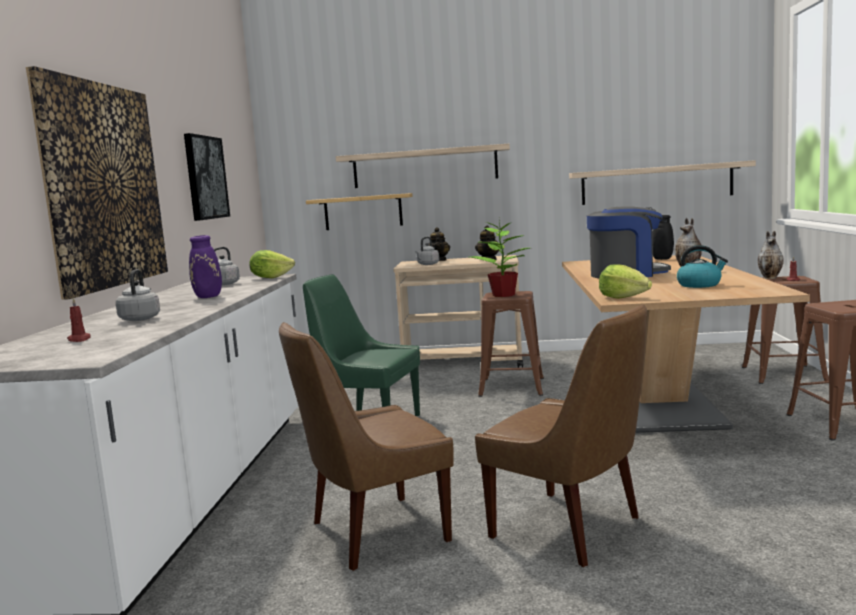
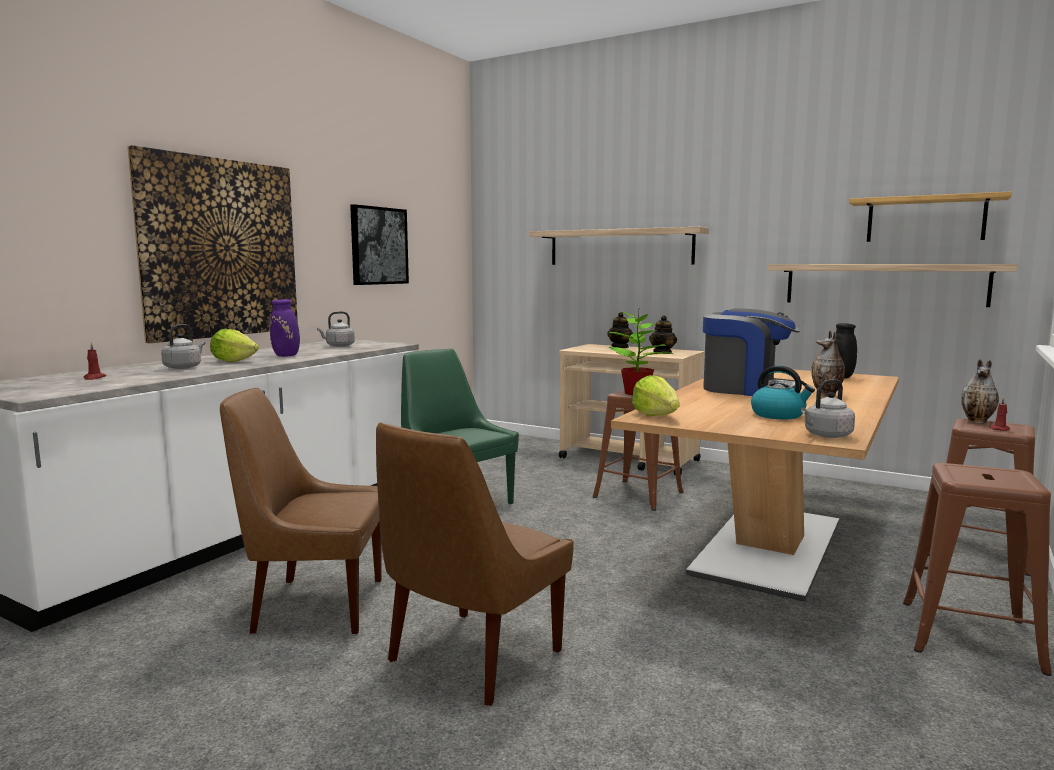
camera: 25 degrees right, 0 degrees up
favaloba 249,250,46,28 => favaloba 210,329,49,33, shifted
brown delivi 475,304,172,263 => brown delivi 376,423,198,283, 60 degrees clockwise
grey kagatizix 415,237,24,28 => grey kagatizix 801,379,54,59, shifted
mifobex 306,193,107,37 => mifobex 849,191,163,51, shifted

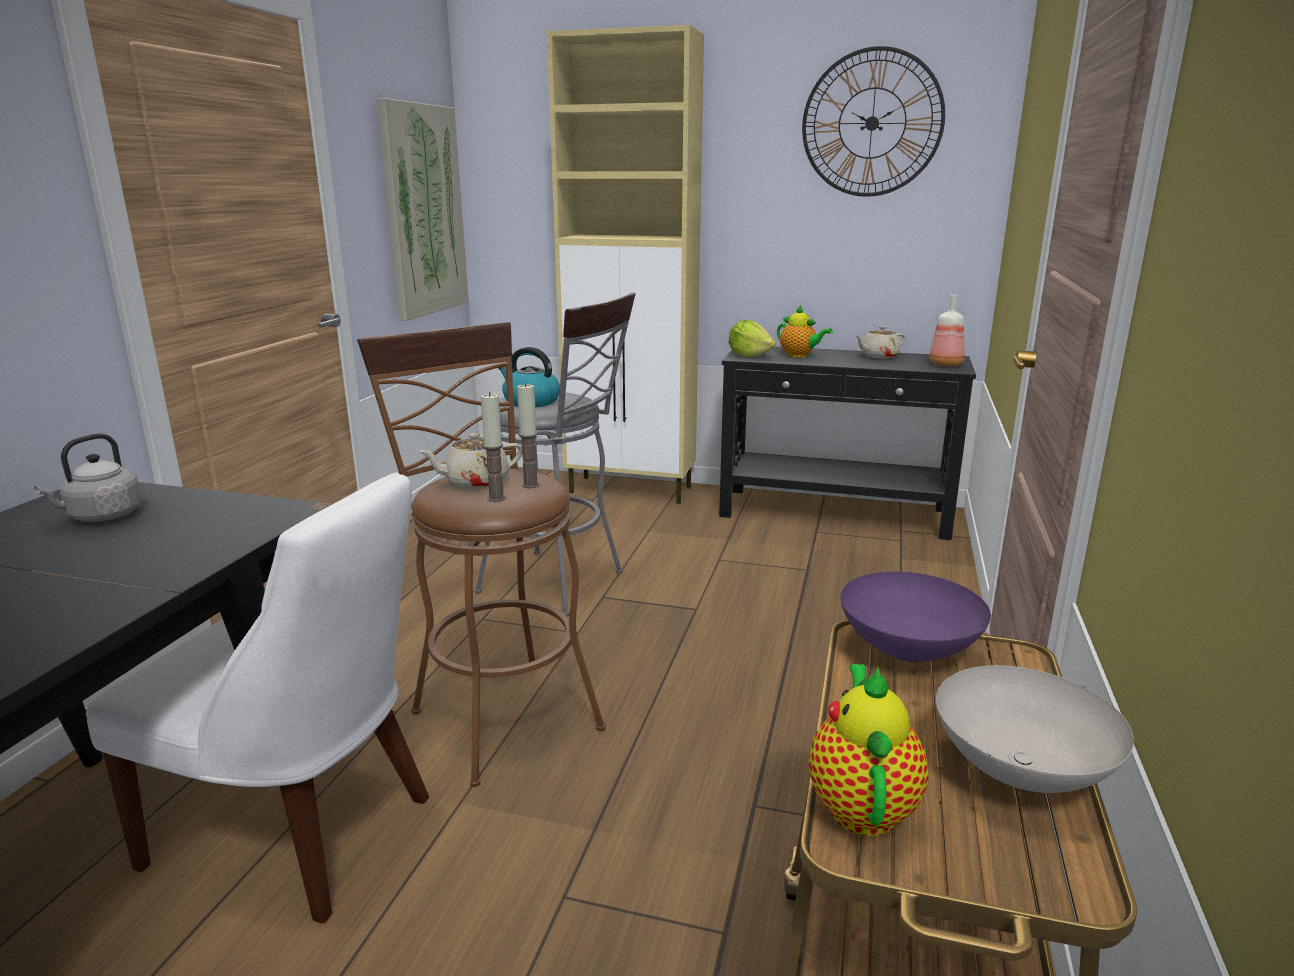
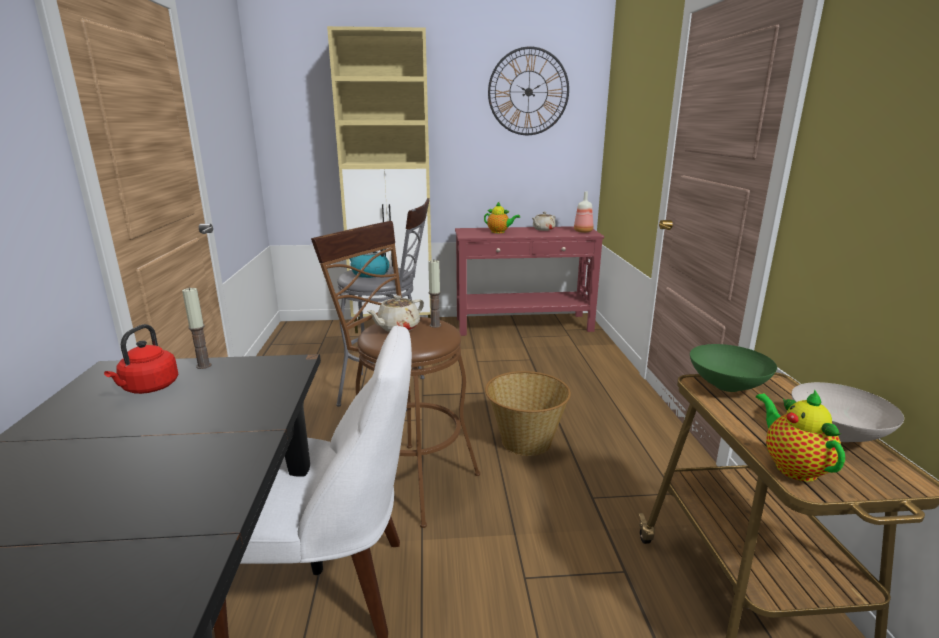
camera: 20 degrees left, 0 degrees up
grey kagatizix 34,434,108,88 => red kagatizix 104,324,74,70
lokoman 481,392,25,110 => lokoman 182,287,30,82, shifted
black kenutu 719,347,257,193 => red kenutu 455,226,149,110
nothing => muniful 485,371,86,85
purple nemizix 840,571,151,91 => green nemizix 690,344,87,48
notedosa 377,98,92,223 => nothing
favaloba 728,320,48,37 => nothing

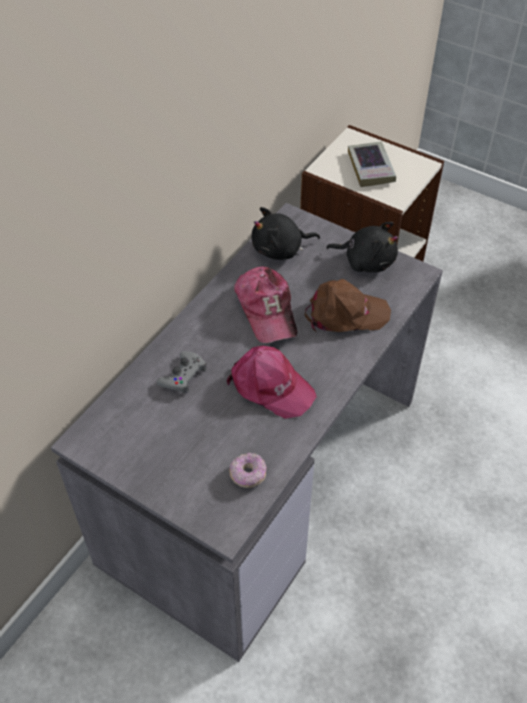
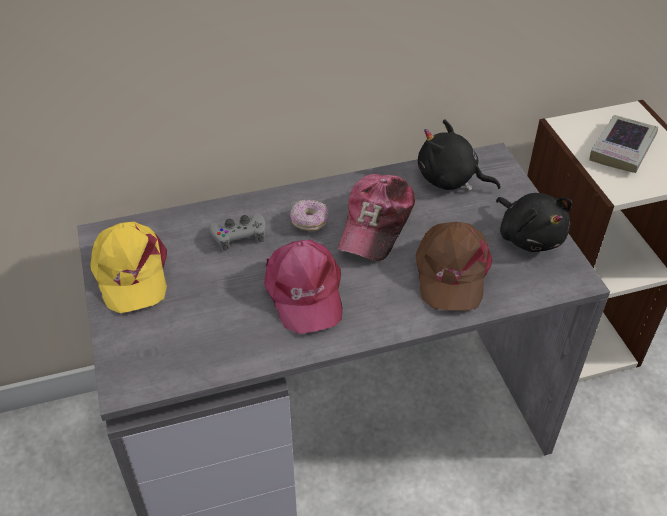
camera: 40 degrees right, 5 degrees down
nothing => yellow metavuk 90,222,77,91
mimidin 229,453,38,35 => mimidin 290,200,39,31, shifted
brown metavuk 305,279,86,53 => brown metavuk 416,222,76,89, 60 degrees clockwise

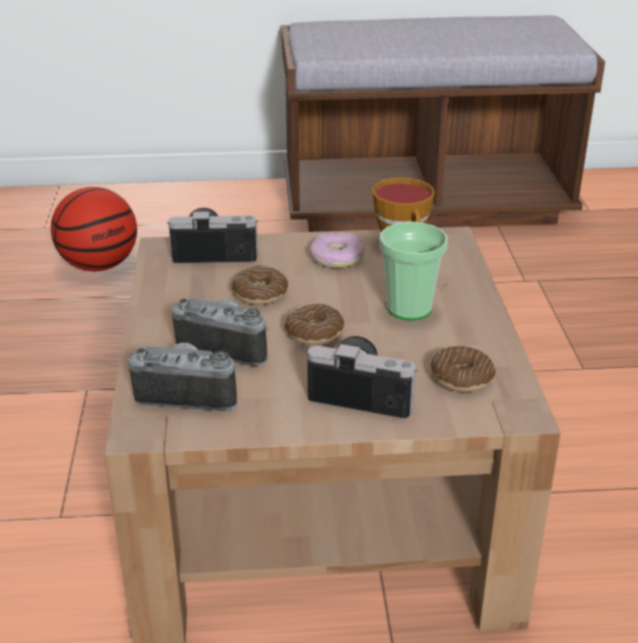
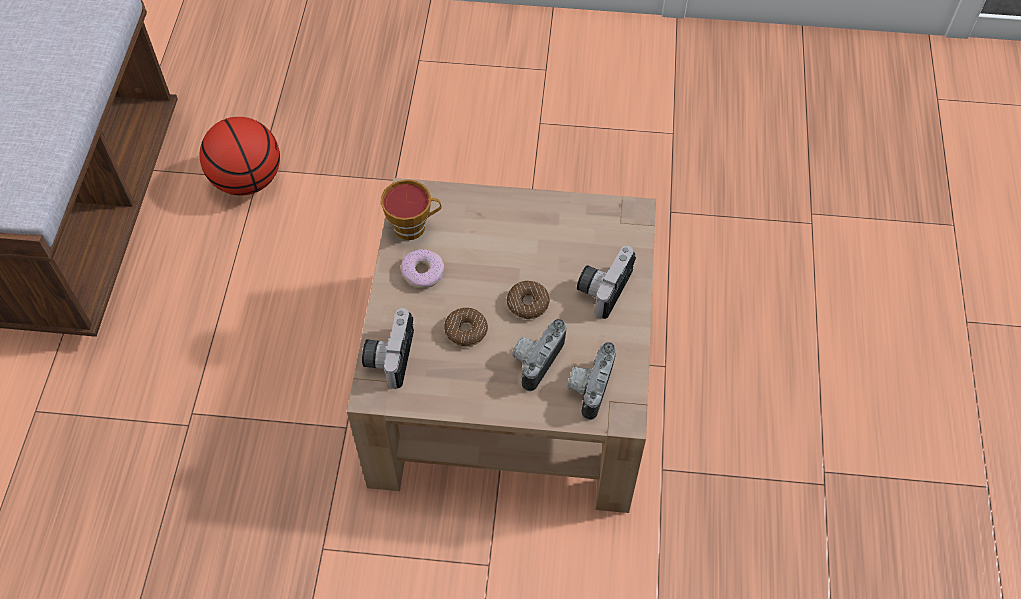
camera: 80 degrees left, 25 degrees up
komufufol 51,187,86,84 => komufufol 200,117,80,79, shifted
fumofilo 379,222,69,99 => nothing
mimidin 431,346,64,46 => nothing

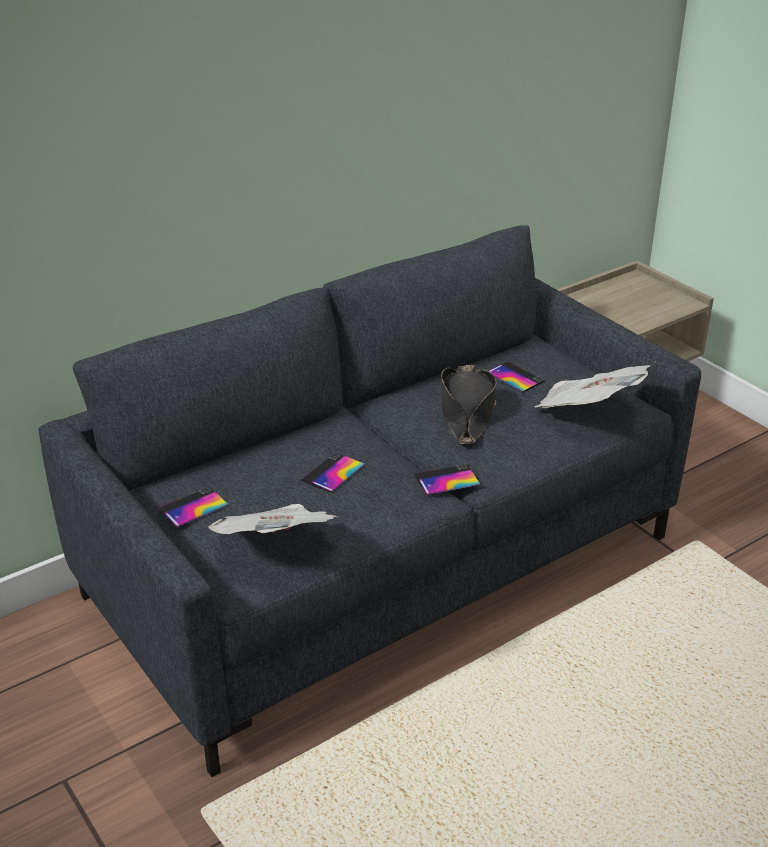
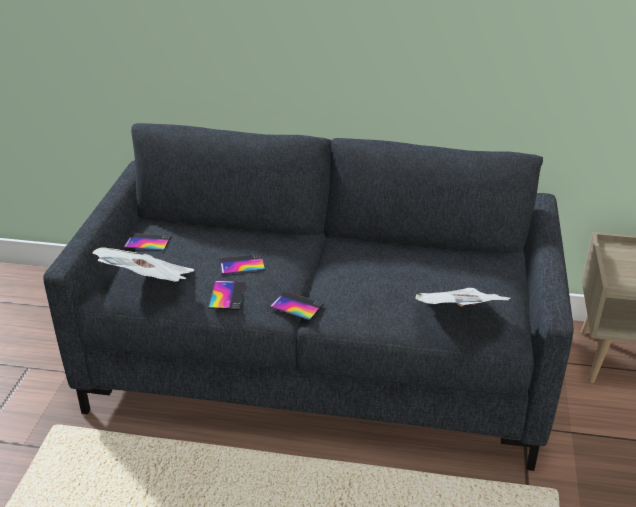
camera: 45 degrees right, 0 degrees up
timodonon 488,361,57,31 => timodonon 208,281,37,29, shifted
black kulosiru 441,365,56,79 => nothing

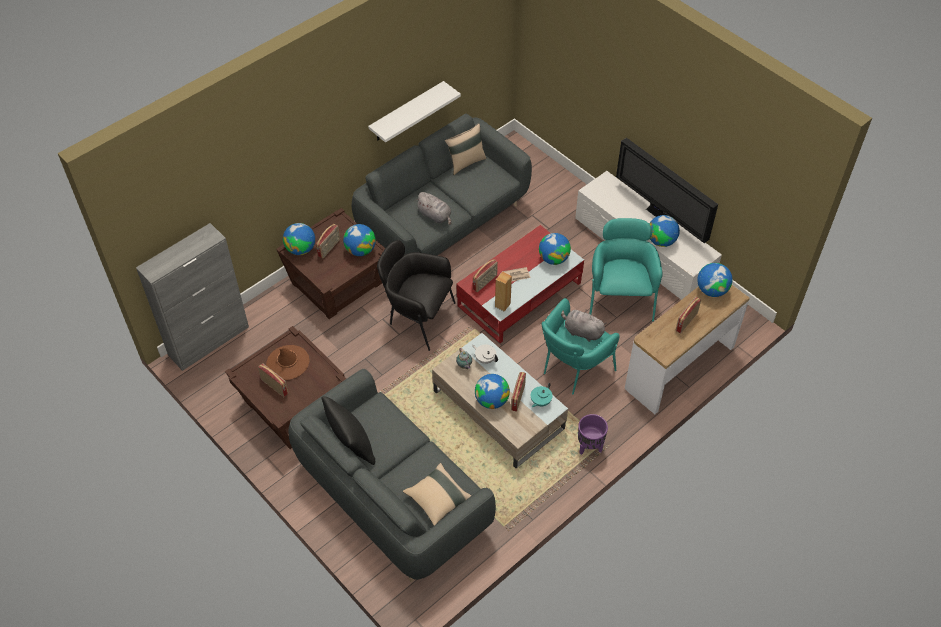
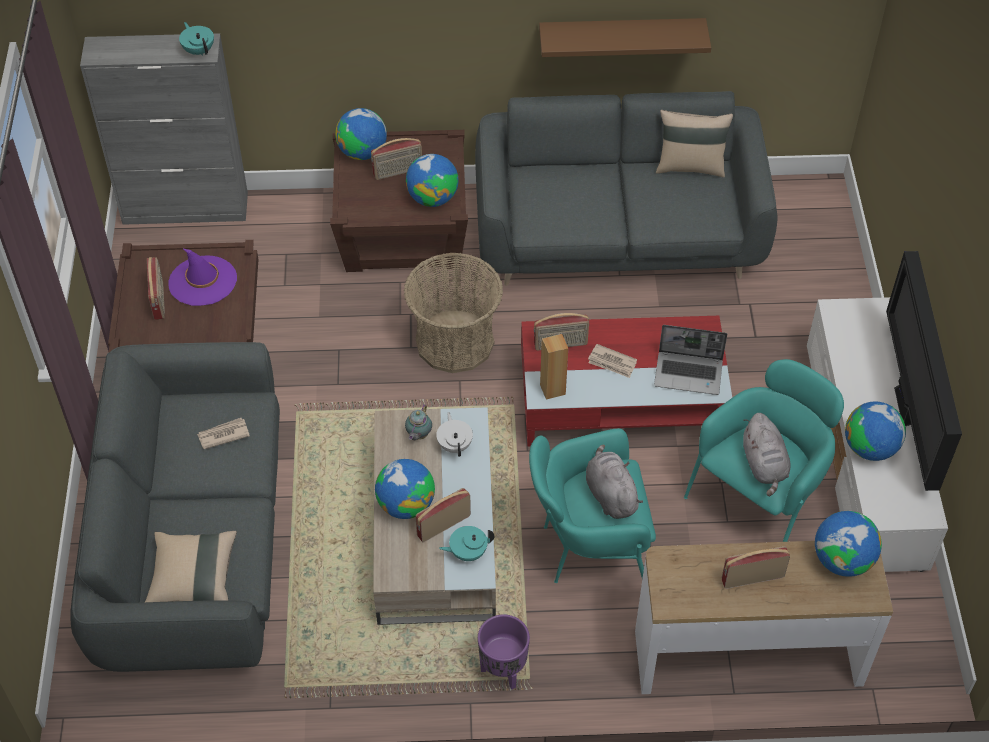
camera: 40 degrees right, 0 degrees up
brown kulosiru 266,345,44,35 => purple kulosiru 168,248,69,58
nothing => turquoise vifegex 179,22,35,34
nothing => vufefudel 197,418,53,31
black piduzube 377,240,79,111 => muniful 404,253,99,120
white mifobex 368,81,93,62 => brown mifobex 539,18,172,39
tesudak 539,233,32,32 => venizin 654,325,73,70
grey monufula 415,192,36,33 => grey monufula 743,413,48,83, shifted
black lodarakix 321,397,54,68 => nothing

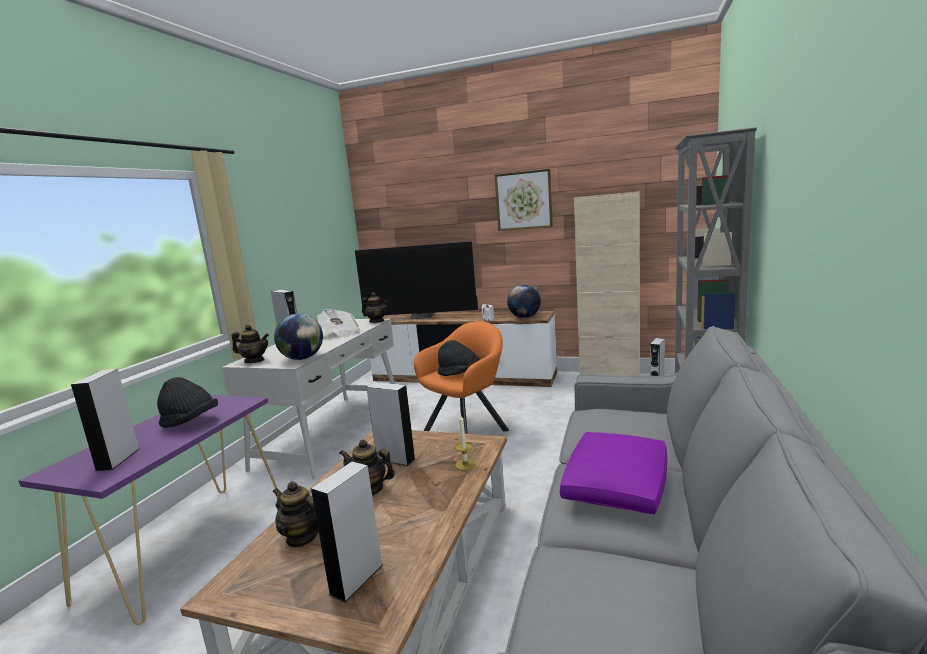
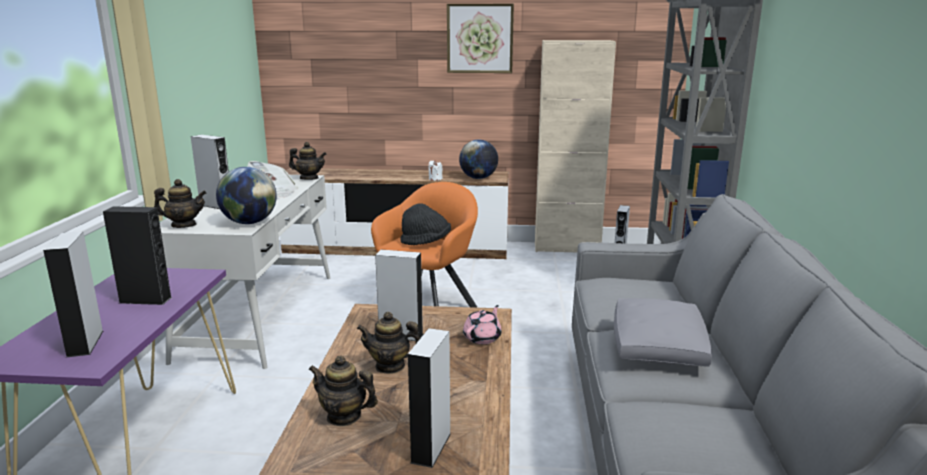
camera: 15 degrees left, 5 degrees up
black kulosiru 157,377,61,51 => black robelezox 103,206,69,99
lokoman 455,415,21,55 => pink vifegex 463,305,39,39
purple lodarakix 560,432,107,83 => grey lodarakix 614,298,98,69
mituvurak 355,241,123,78 => nothing

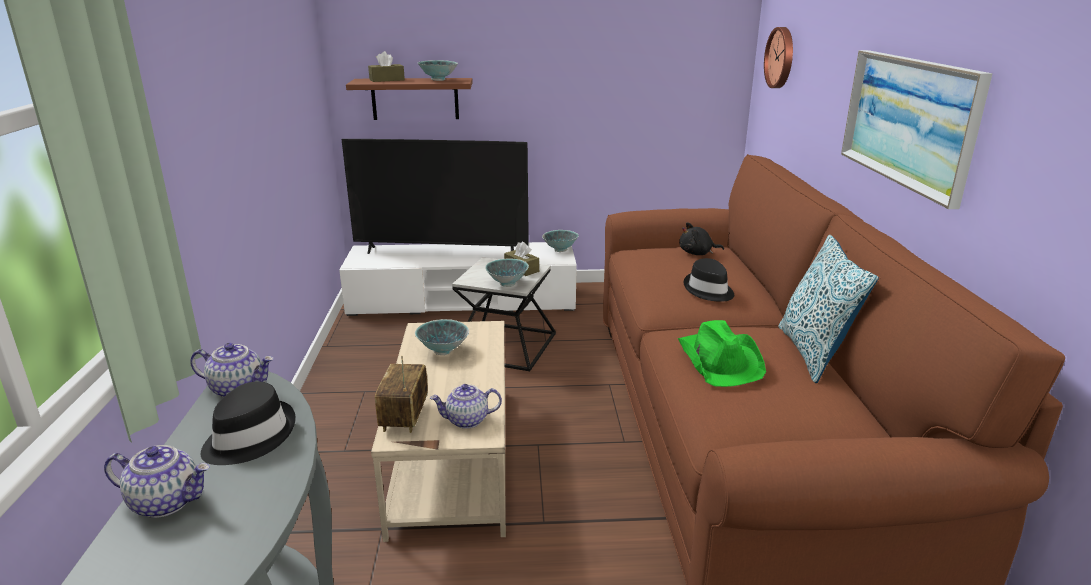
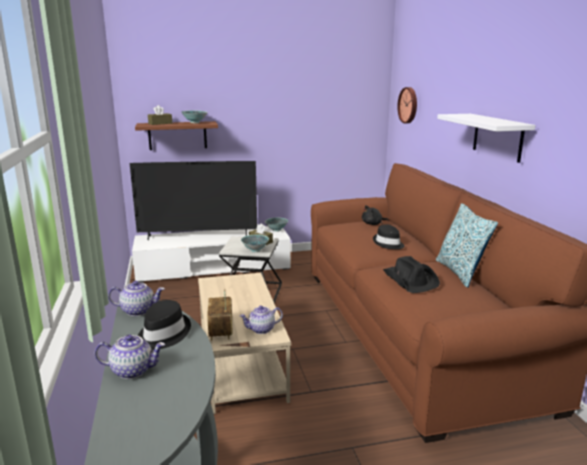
camera: 10 degrees left, 5 degrees down
green kulosiru 678,320,88,67 => black kulosiru 383,256,57,37
notedosa 841,50,151,159 => white mifobex 437,114,99,49
nemizix 415,319,54,36 => nothing

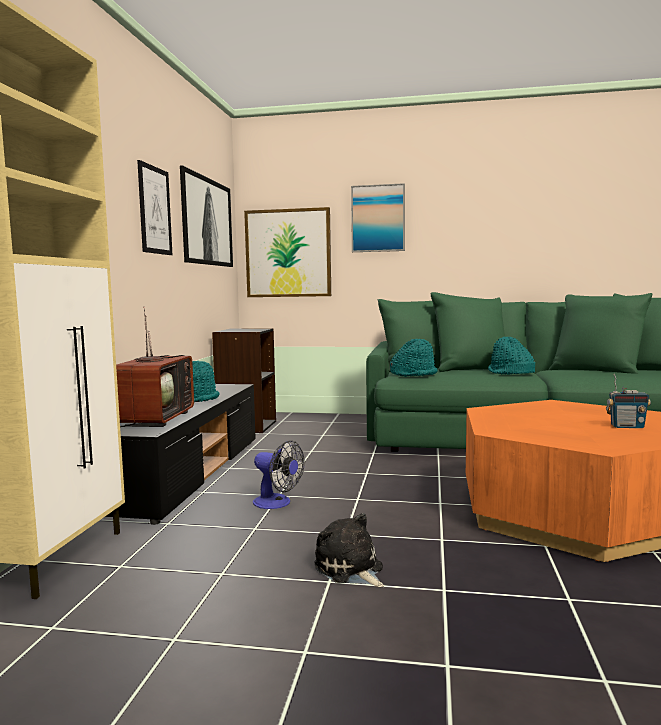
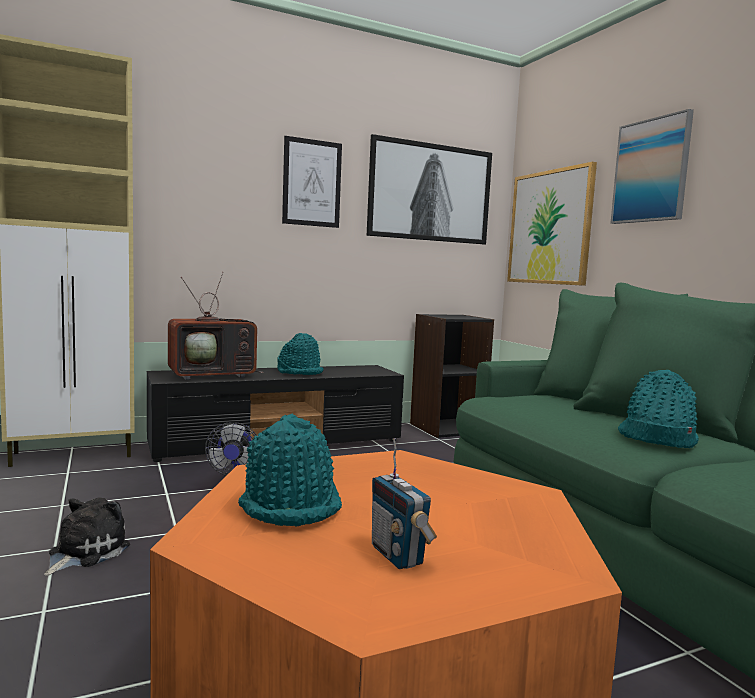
camera: 55 degrees right, 0 degrees up
turquoise kulosiru 390,339,48,38 => turquoise kulosiru 238,414,104,113, shifted

